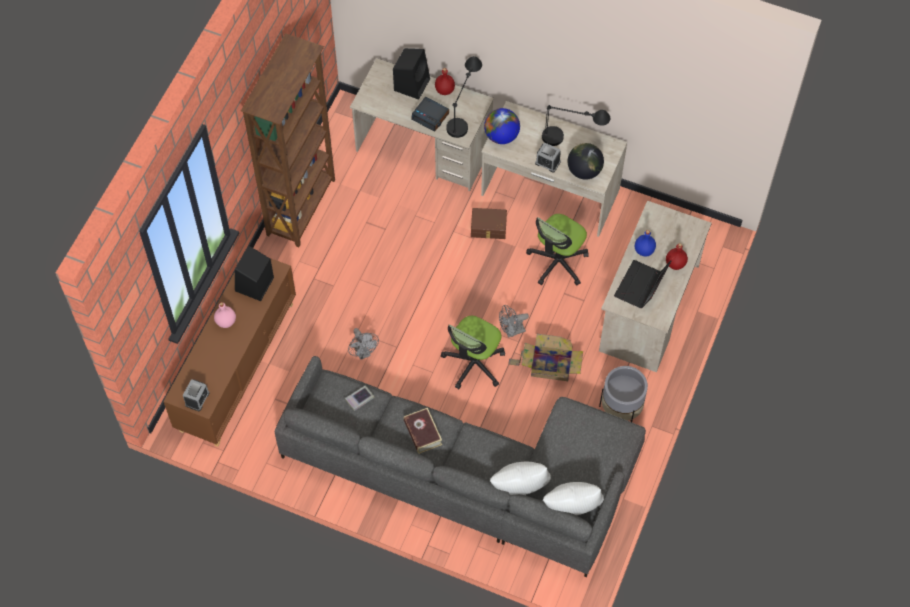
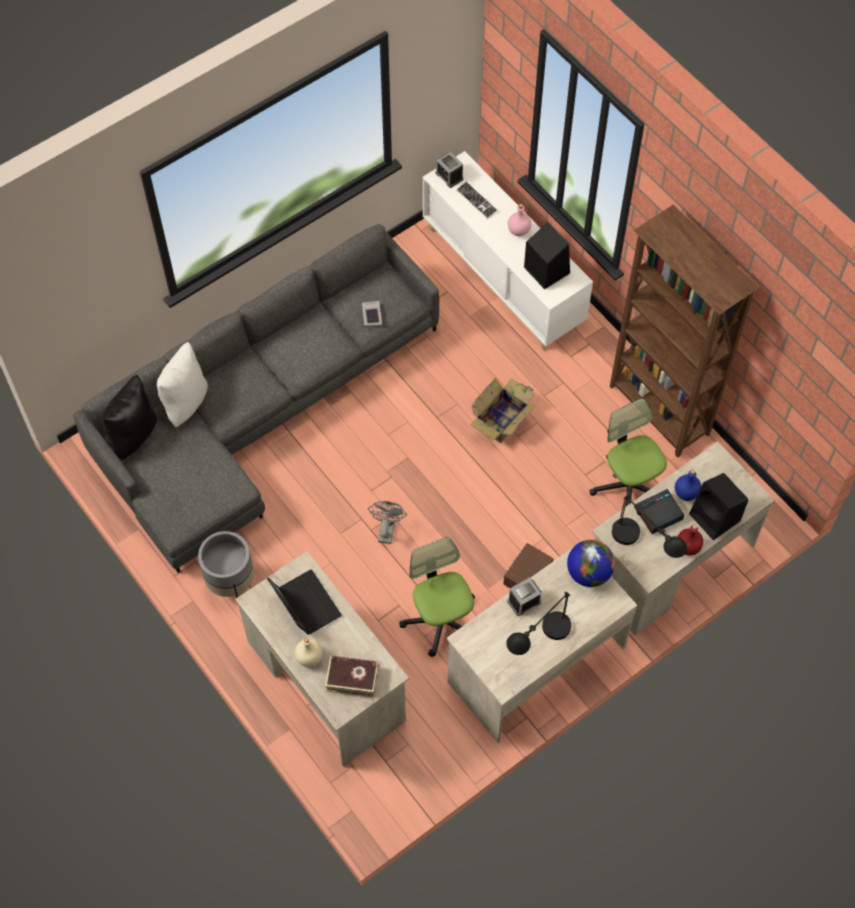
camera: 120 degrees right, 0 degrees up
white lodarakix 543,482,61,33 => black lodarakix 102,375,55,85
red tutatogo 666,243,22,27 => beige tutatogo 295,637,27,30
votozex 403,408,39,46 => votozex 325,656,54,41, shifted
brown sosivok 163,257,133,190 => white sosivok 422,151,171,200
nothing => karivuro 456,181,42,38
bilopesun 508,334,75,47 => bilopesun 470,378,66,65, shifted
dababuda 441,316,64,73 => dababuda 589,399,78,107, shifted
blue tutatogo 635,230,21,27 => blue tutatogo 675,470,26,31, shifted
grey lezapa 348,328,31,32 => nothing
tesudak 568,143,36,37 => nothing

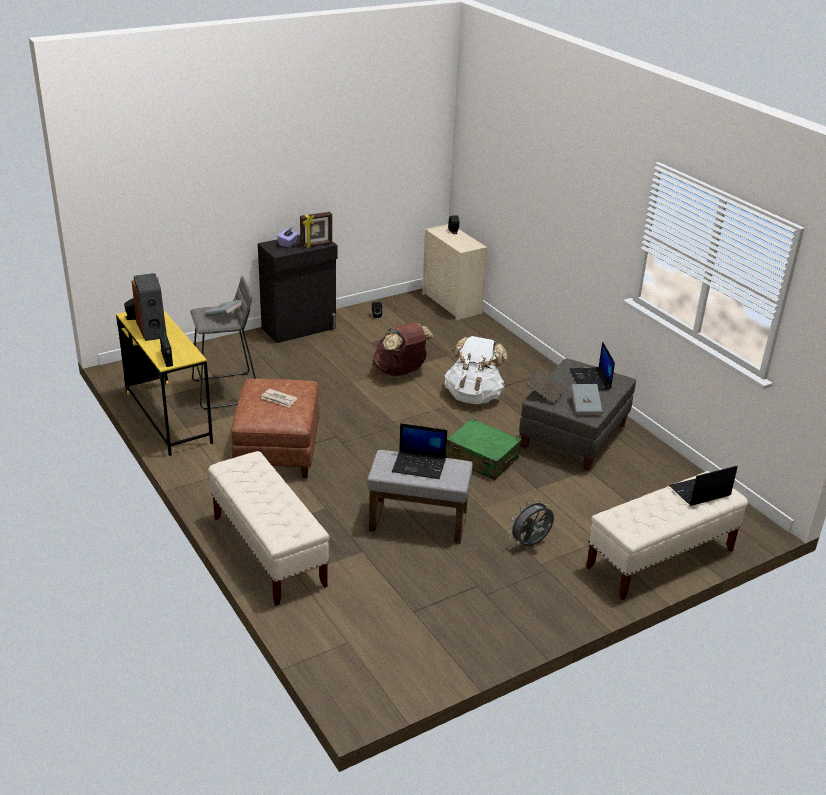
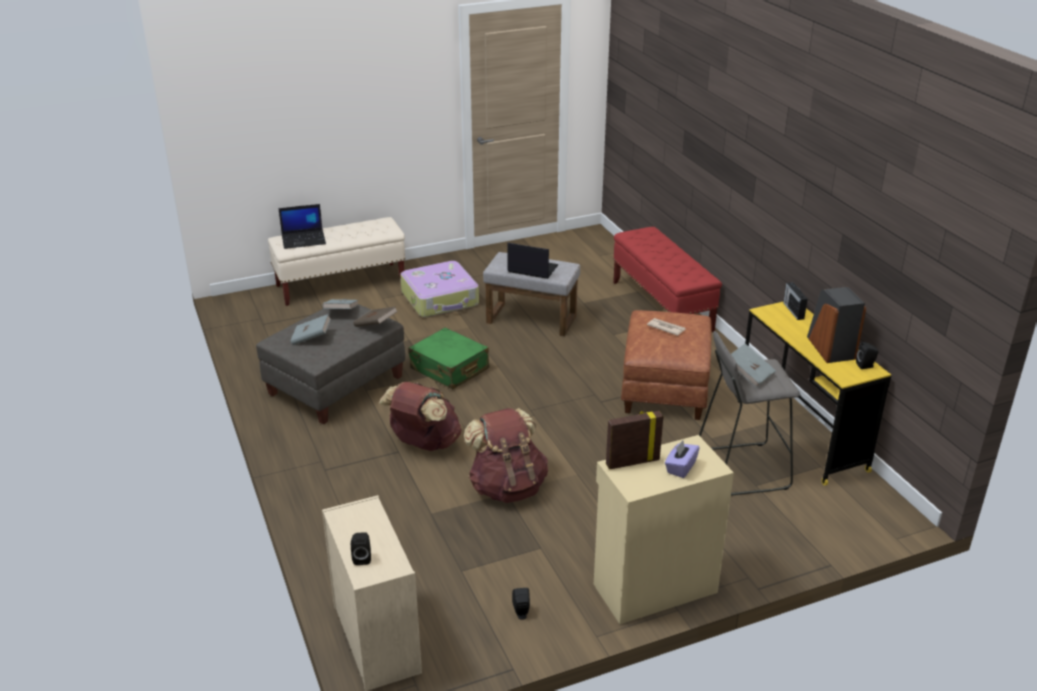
camera: 170 degrees left, 0 degrees up
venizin 570,341,45,49 => grey votozex 290,314,41,31
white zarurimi 445,336,63,68 => brown zarurimi 379,382,83,69
grey lezapa 508,499,46,48 => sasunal 400,261,79,56
black sosivok 258,235,79,108 => beige sosivok 594,435,140,189
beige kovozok 208,451,122,155 => red kovozok 613,227,109,105

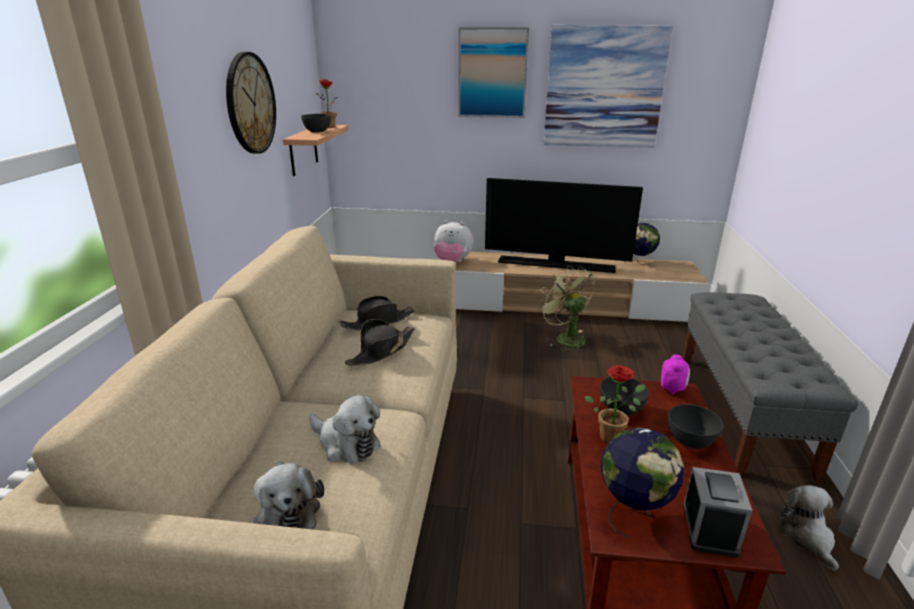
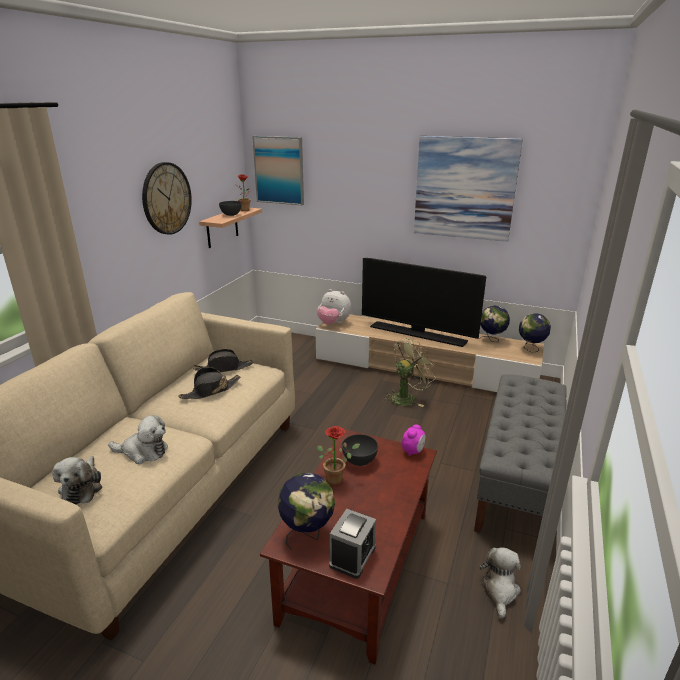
camera: 15 degrees right, 0 degrees up
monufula 309,395,72,68 => monufula 108,415,60,49, 45 degrees counterclockwise
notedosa 458,27,71,91 => notedosa 252,136,52,69, shifted
green lezapa 537,266,58,87 => green lezapa 383,338,53,69, 75 degrees clockwise
nothing => tesudak 519,313,32,39
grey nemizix 668,404,55,45 => nothing

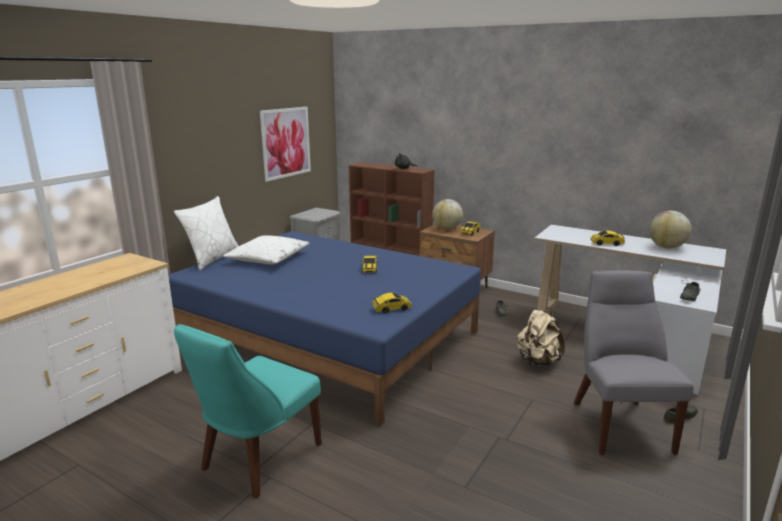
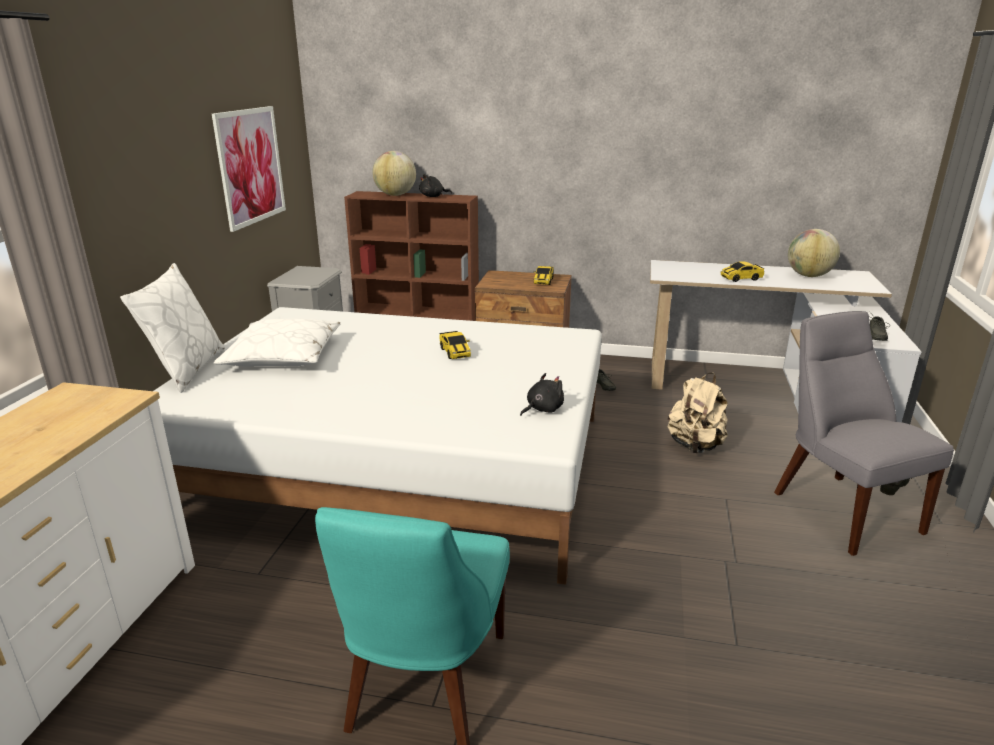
camera: 20 degrees left, 5 degrees up
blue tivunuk 168,231,313,195 => white tivunuk 154,307,448,278
tesudak 432,199,31,31 => tesudak 372,151,44,45, shifted
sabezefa 372,293,40,20 => black monufula 520,373,44,43

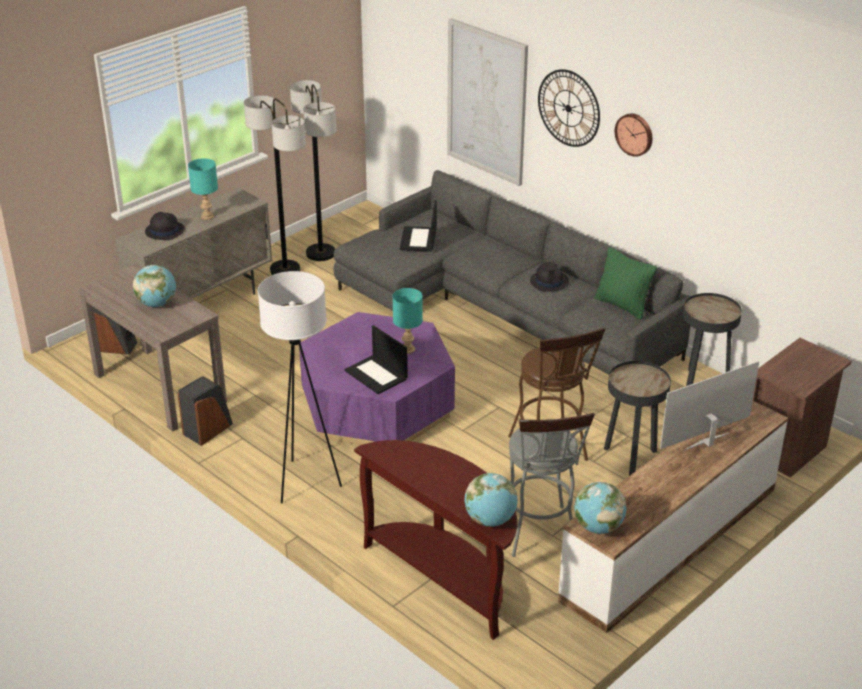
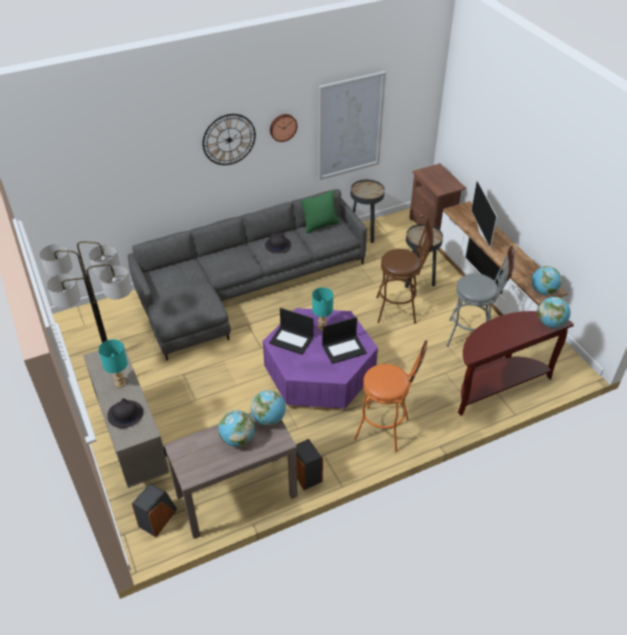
camera: 70 degrees left, 10 degrees up
nothing => tesudak 251,390,35,36
venizin 400,200,37,52 => venizin 269,308,45,47, shifted
notedosa 447,18,81,168 => notedosa 318,71,68,109, shifted
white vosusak 258,271,84,233 => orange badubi 354,340,73,113

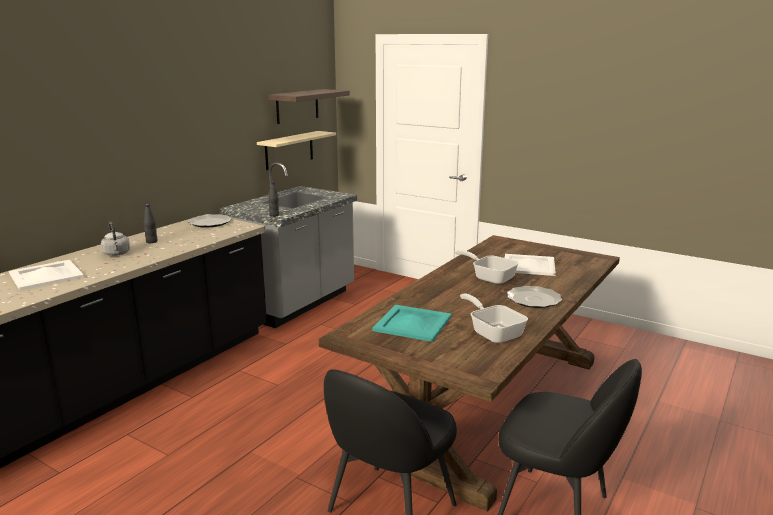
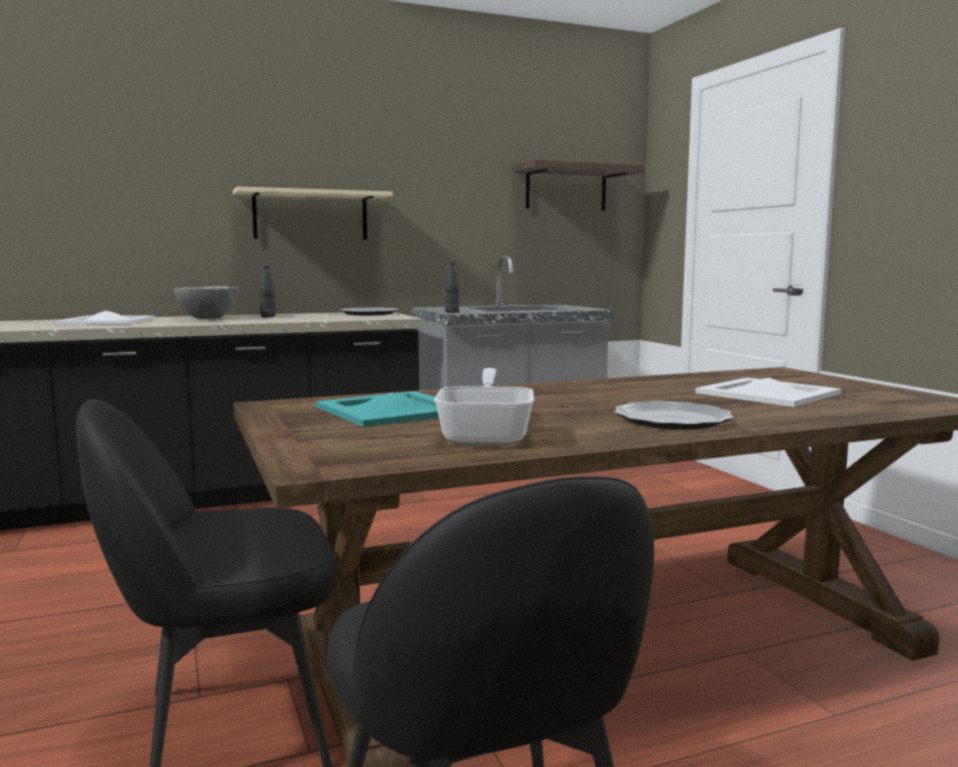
camera: 35 degrees right, 10 degrees down
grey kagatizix 101,221,29,35 => grey nemizix 174,286,66,33
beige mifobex 257,131,79,39 => beige mifobex 233,187,160,53, shifted
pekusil 455,250,64,34 => nothing

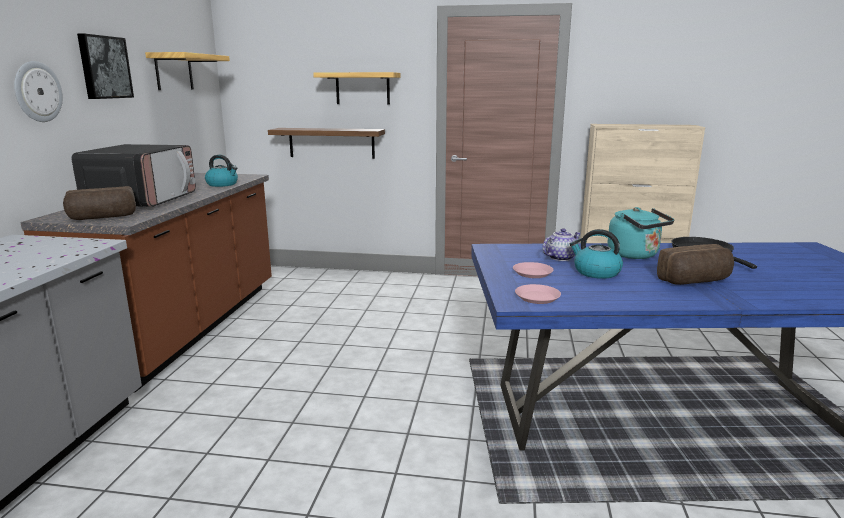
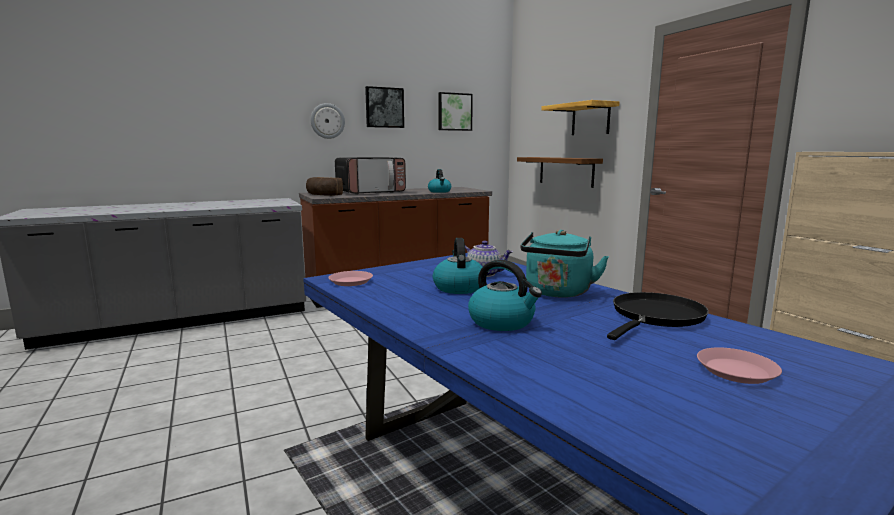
camera: 55 degrees right, 5 degrees down
mifobex 145,52,85,38 => notedosa 438,92,35,39
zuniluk 657,244,77,41 => kagatizix 468,260,74,71
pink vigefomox 513,262,40,16 => pink vigefomox 697,347,85,37, shifted

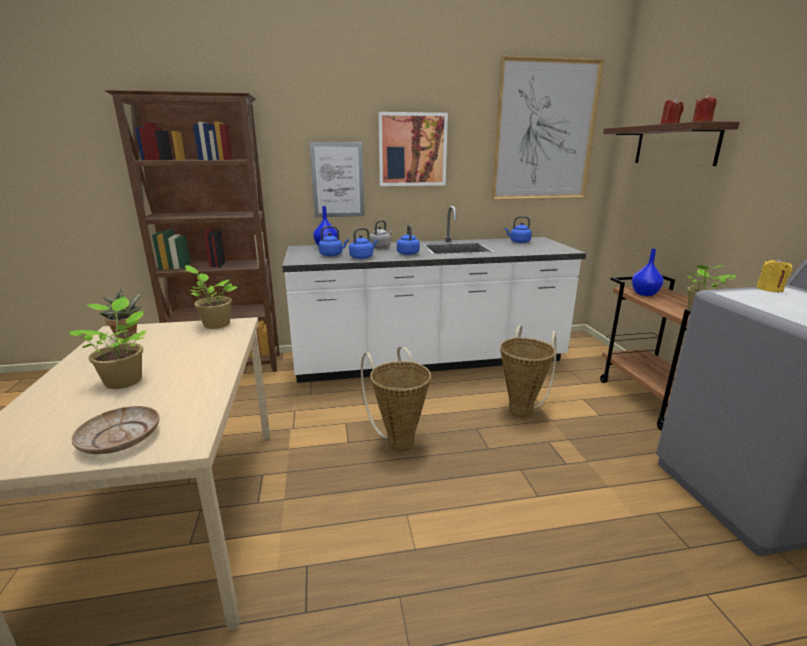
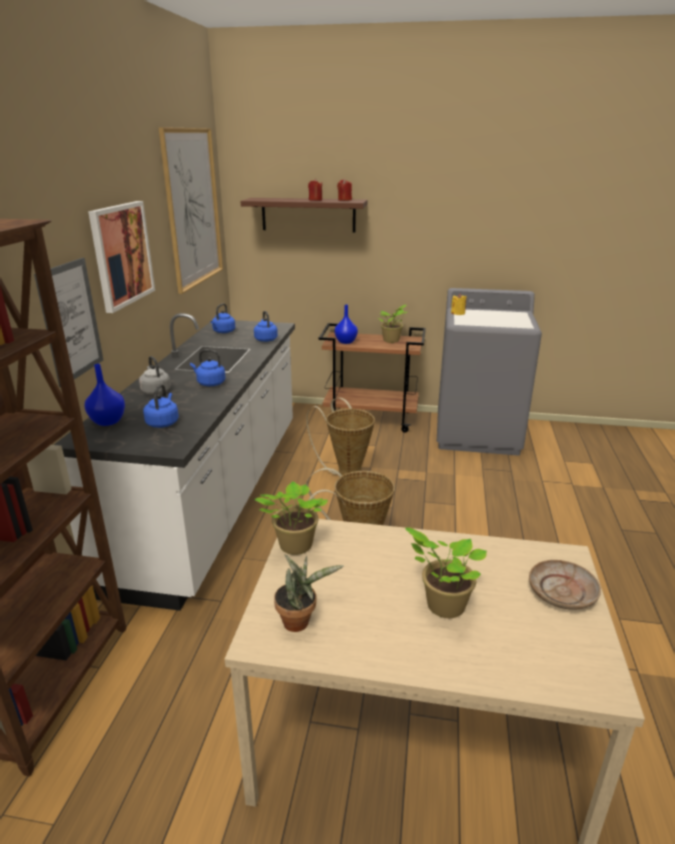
camera: 70 degrees left, 5 degrees up
blue kagatizix 349,228,29,31 => blue kagatizix 254,311,24,31, shifted

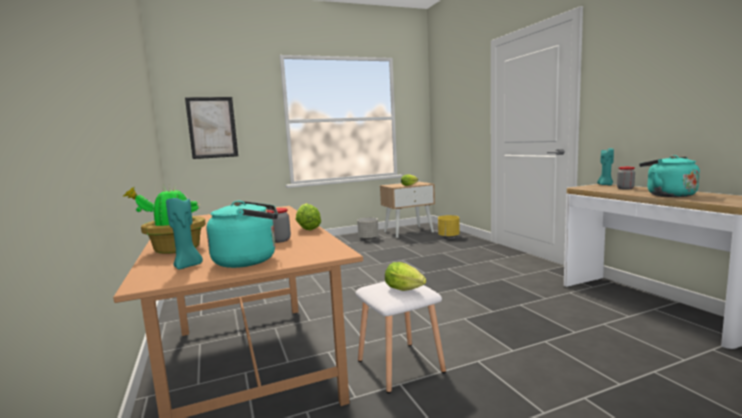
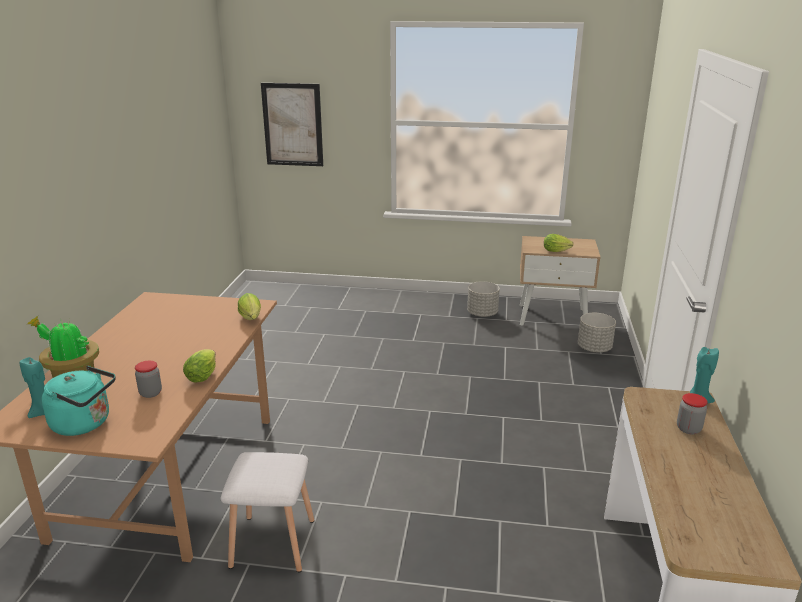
camera: 30 degrees right, 15 degrees up
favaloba 385,262,41,29 => favaloba 238,293,23,27, shifted
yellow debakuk 438,215,22,23 => grey debakuk 578,313,38,39
turquoise kagatizix 639,155,61,42 => nothing

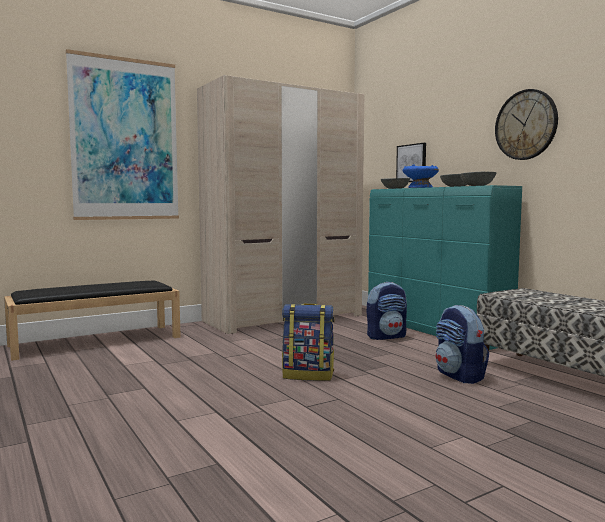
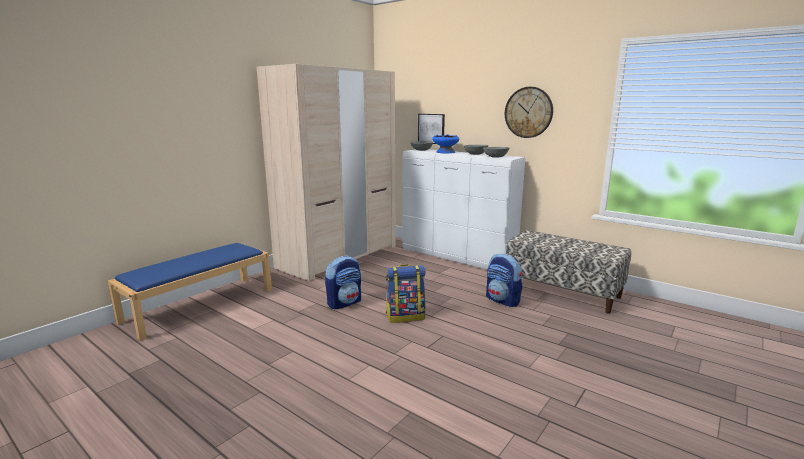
camera: 20 degrees left, 10 degrees up
black kovozok 4,281,177,80 => blue kovozok 108,243,164,98
zarurimi 367,282,40,58 => zarurimi 325,255,36,54, shifted
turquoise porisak 368,185,154,165 => white porisak 403,149,122,121
notedosa 66,49,113,171 => nothing

